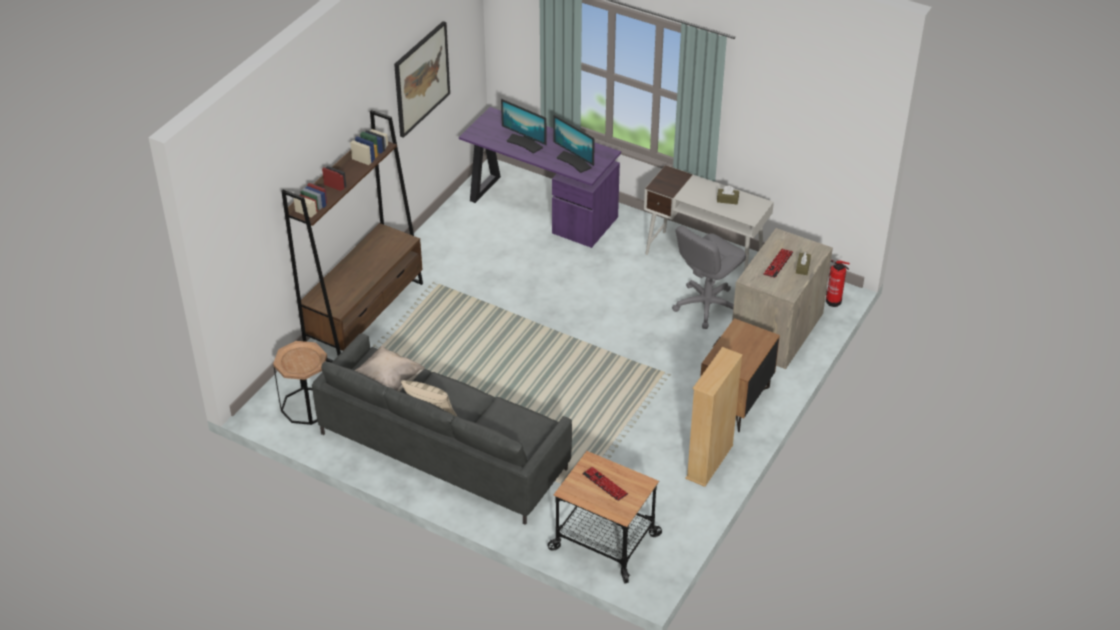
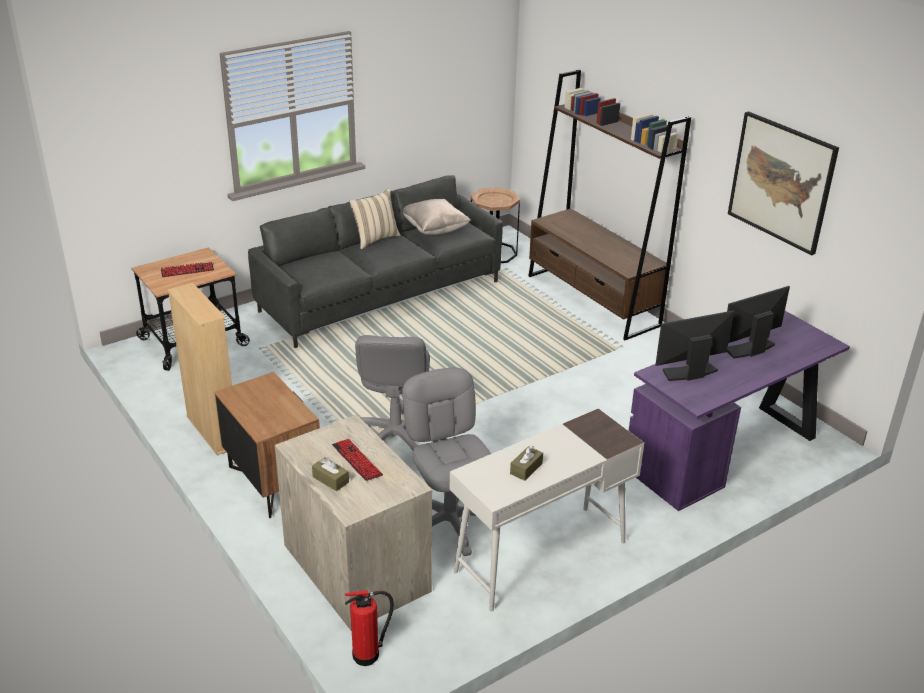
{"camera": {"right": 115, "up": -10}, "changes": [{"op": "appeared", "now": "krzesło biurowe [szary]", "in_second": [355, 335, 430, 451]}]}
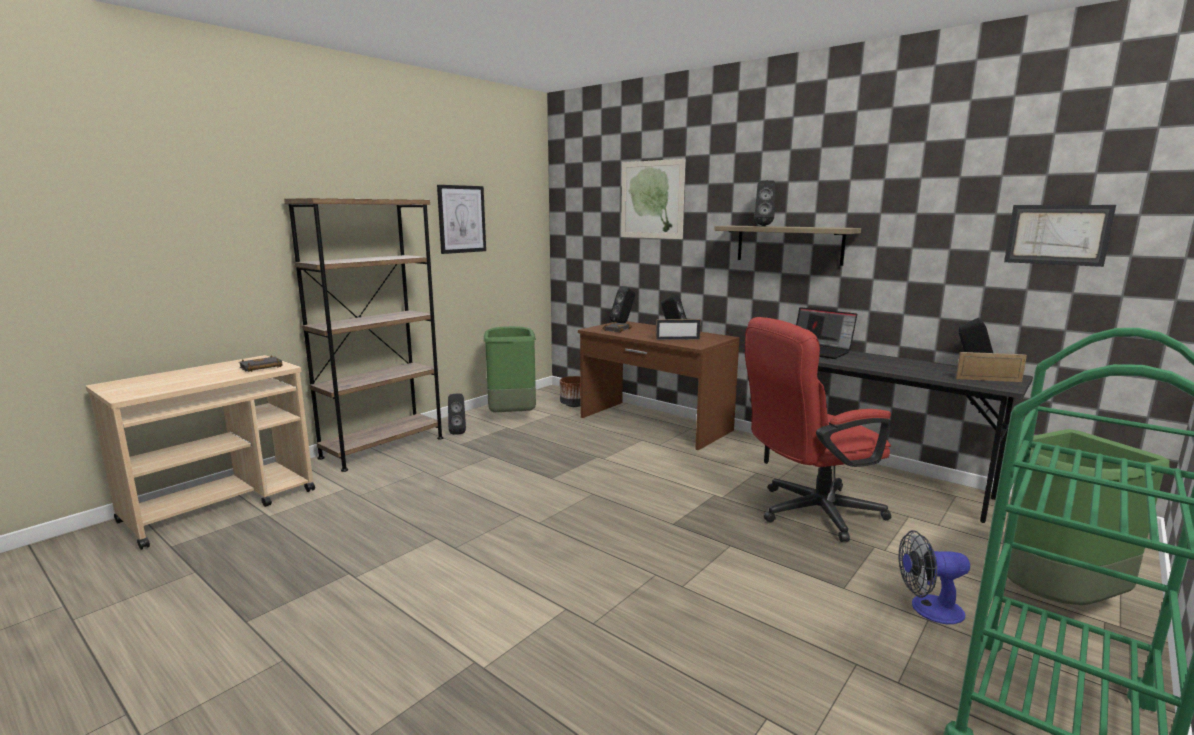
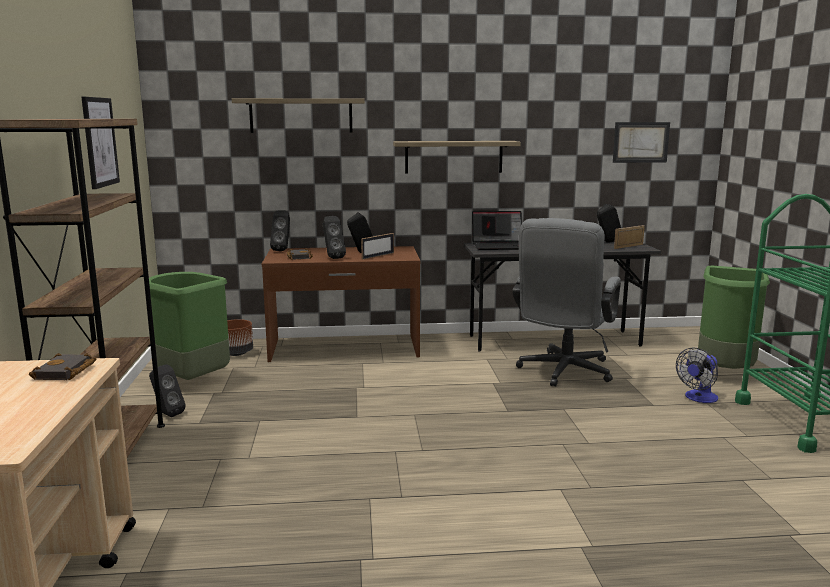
{"camera": {"right": -45, "up": 0}, "changes": [{"op": "exchanged", "was": "obraz", "now": "półka", "in_first": [621, 159, 685, 239], "in_second": [232, 98, 365, 133]}, {"op": "relocated", "was": "głośnik [czarny]", "in_first": [755, 180, 776, 226], "in_second": [323, 216, 346, 259]}, {"op": "colour", "was": "krzesło biurowe [czerwony]", "now": "krzesło biurowe [szary]", "in_first": [745, 317, 891, 542], "in_second": [512, 218, 621, 387]}]}
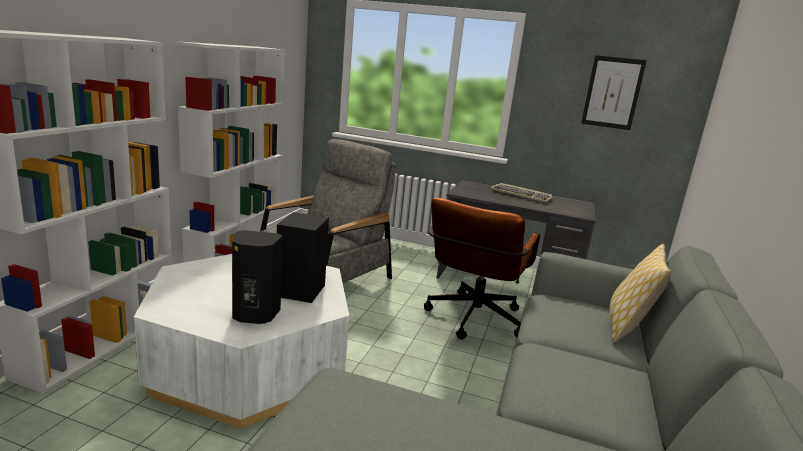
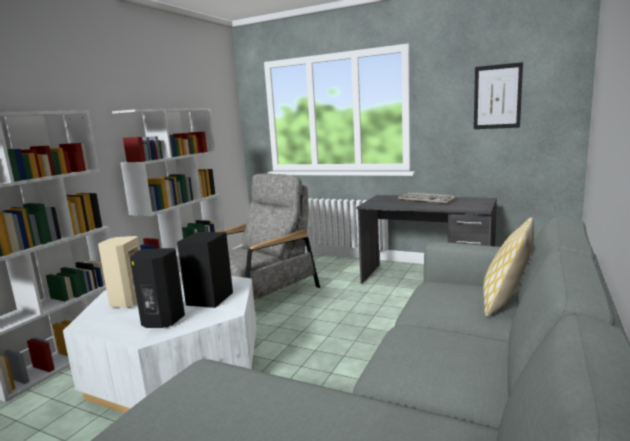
{"camera": {"right": 10, "up": -5}, "changes": [{"op": "missing", "was": "krzesło biurowe [brązowy]", "in_first": [424, 198, 540, 340]}, {"op": "appeared", "now": "głośnik [beżowy]", "in_second": [98, 236, 140, 308]}]}
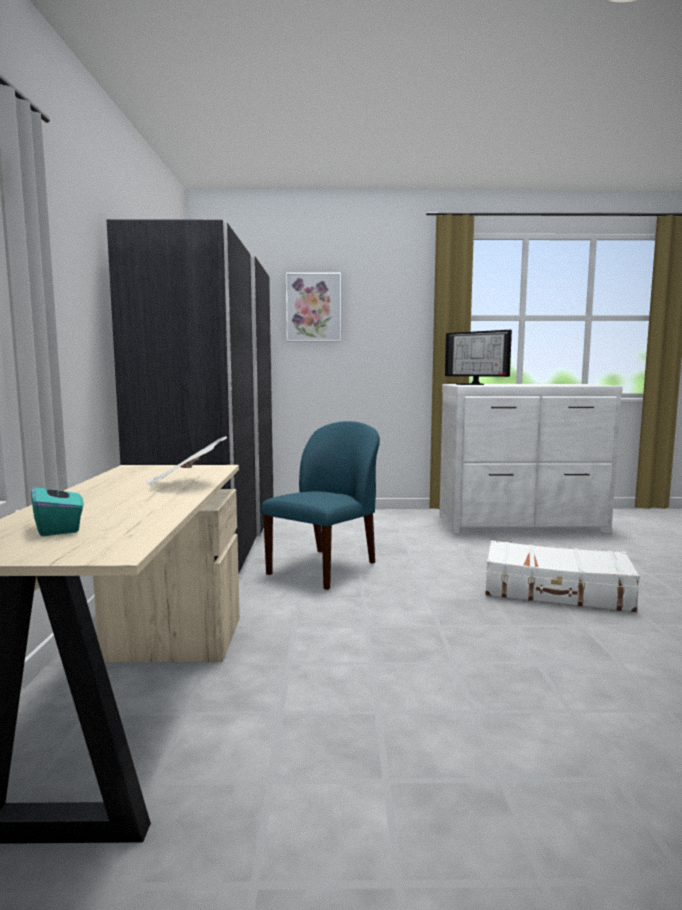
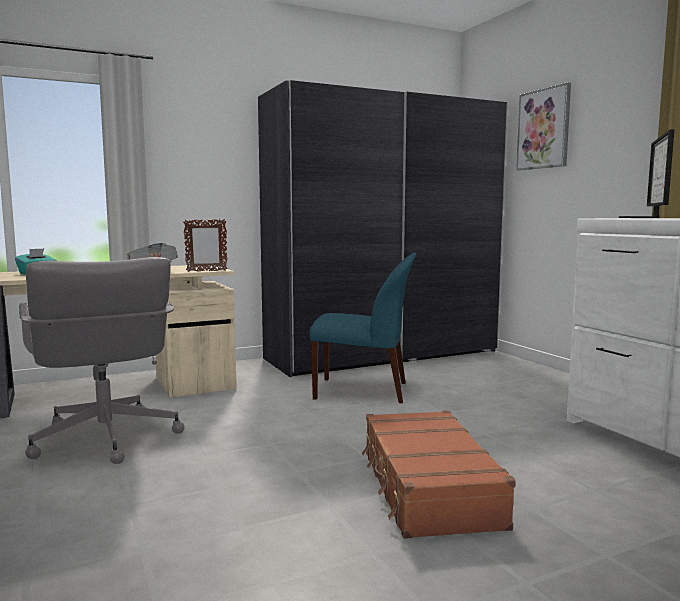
{"camera": {"right": 65, "up": 0}, "changes": [{"op": "colour", "was": "walizka [biały]", "now": "walizka [brązowy]", "in_first": [486, 540, 640, 612], "in_second": [362, 410, 516, 539]}, {"op": "appeared", "now": "ramka na zdjęcie", "in_second": [183, 219, 228, 272]}, {"op": "appeared", "now": "krzesło biurowe [szary]", "in_second": [19, 257, 184, 464]}]}
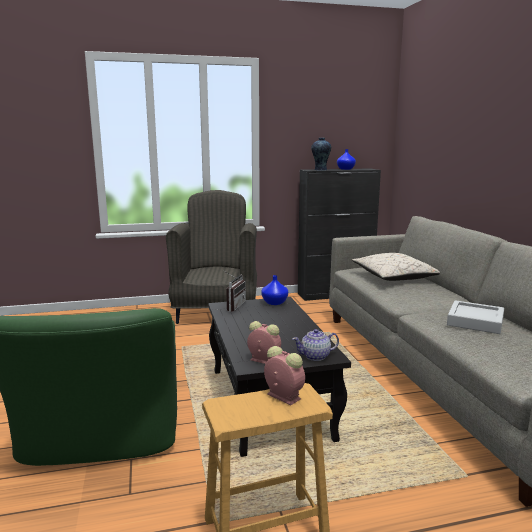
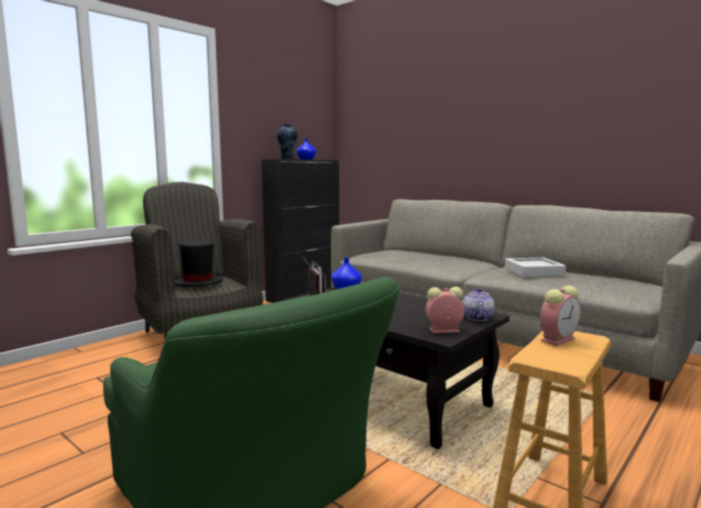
{"camera": {"right": -35, "up": -5}, "changes": [{"op": "missing", "was": "poduszka [beżowy]", "in_first": [352, 253, 440, 281]}, {"op": "spun", "was": "imbryk", "in_first": [292, 329, 339, 361], "in_second": [462, 288, 495, 321], "clockwise": 150}, {"op": "spun", "was": "budzik", "in_first": [264, 346, 305, 406], "in_second": [540, 285, 580, 346], "clockwise": 135}, {"op": "appeared", "now": "kapelusz [czarny]", "in_second": [174, 240, 223, 287]}]}
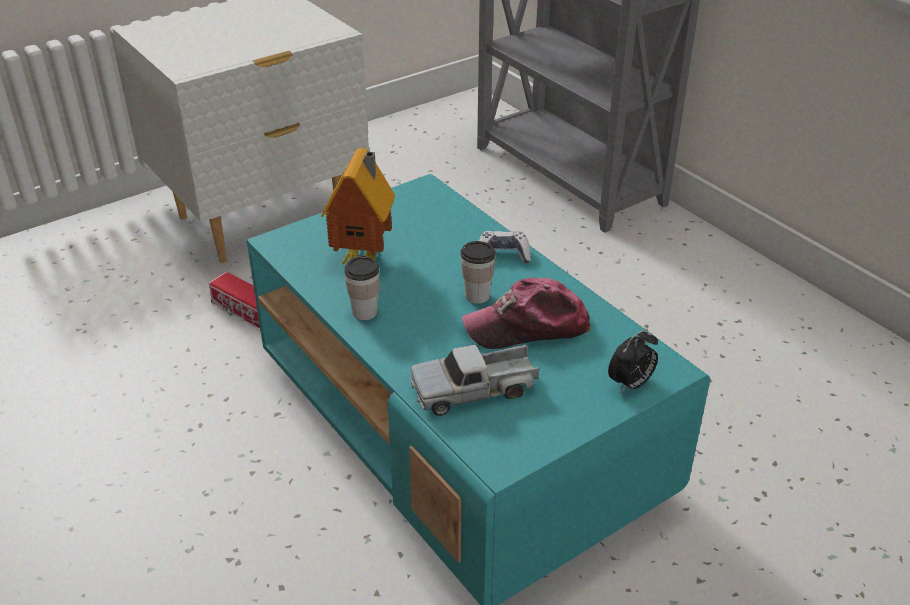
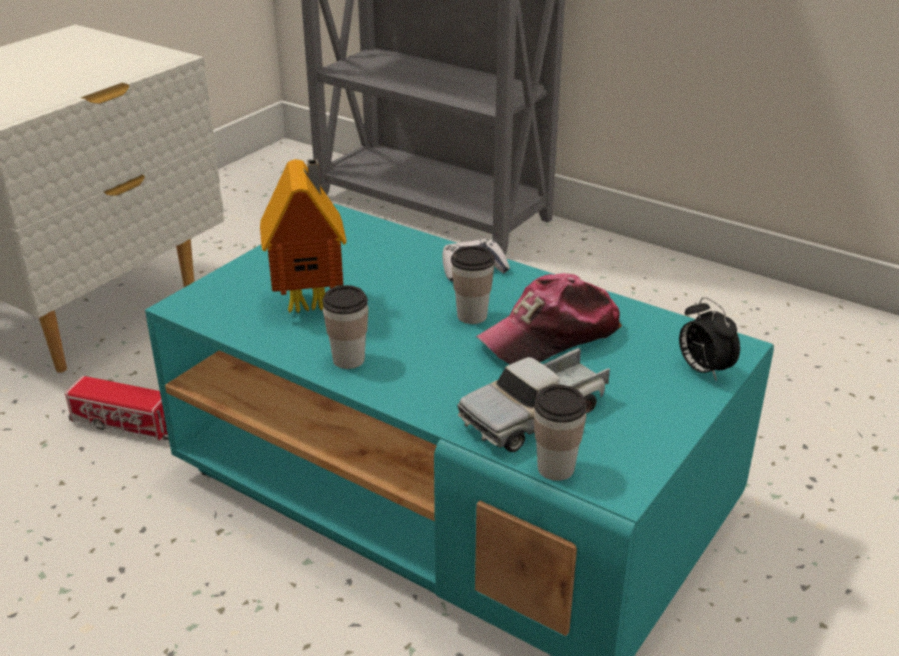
{"camera": {"right": -20, "up": -5}, "changes": [{"op": "spun", "was": "budzik", "in_first": [608, 329, 658, 393], "in_second": [679, 297, 740, 382], "clockwise": 120}, {"op": "appeared", "now": "filiżanka", "in_second": [534, 385, 587, 481]}]}
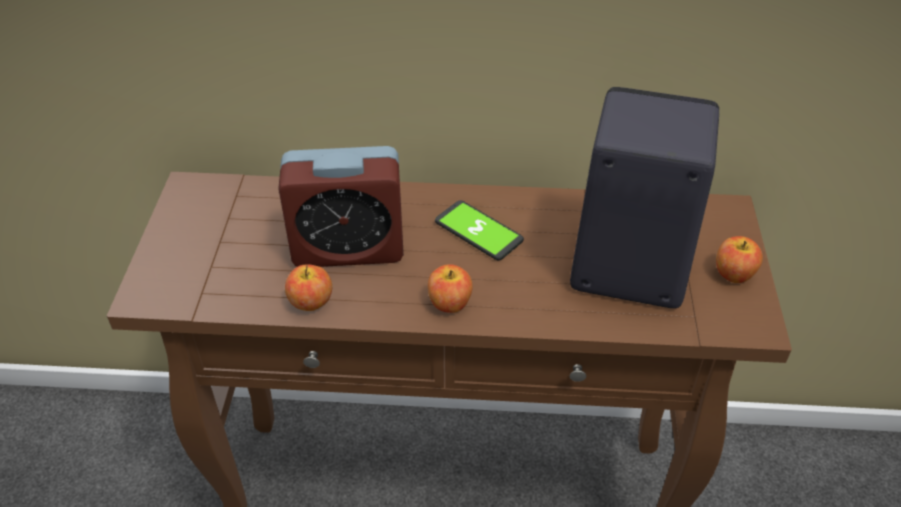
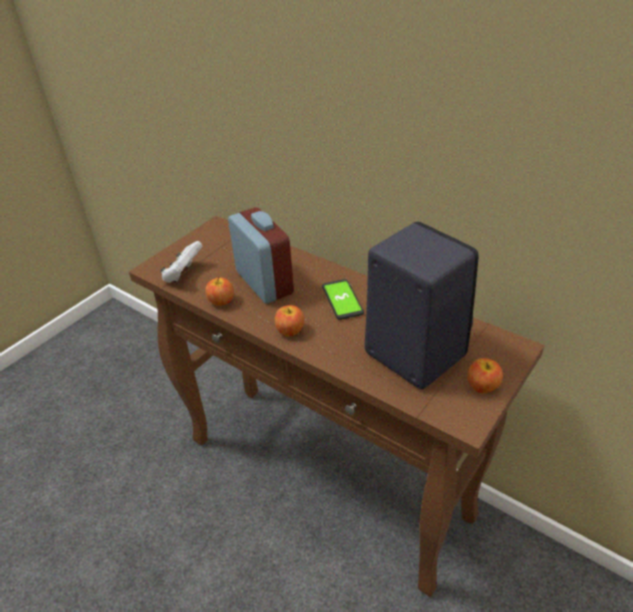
{"camera": {"right": 35, "up": -5}, "changes": [{"op": "spun", "was": "budzik", "in_first": [278, 146, 404, 267], "in_second": [228, 207, 294, 303], "clockwise": -150}, {"op": "appeared", "now": "pad do gier [biały]", "in_second": [160, 241, 202, 283]}]}
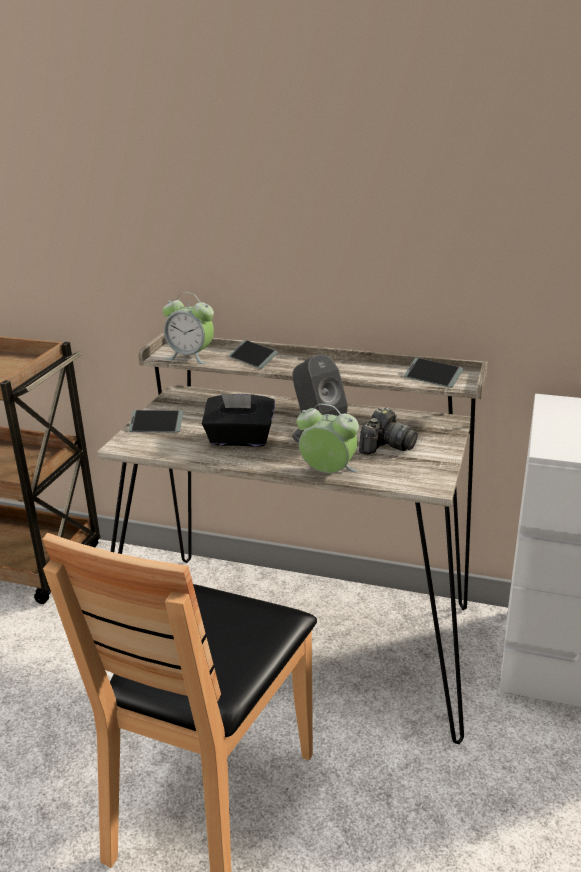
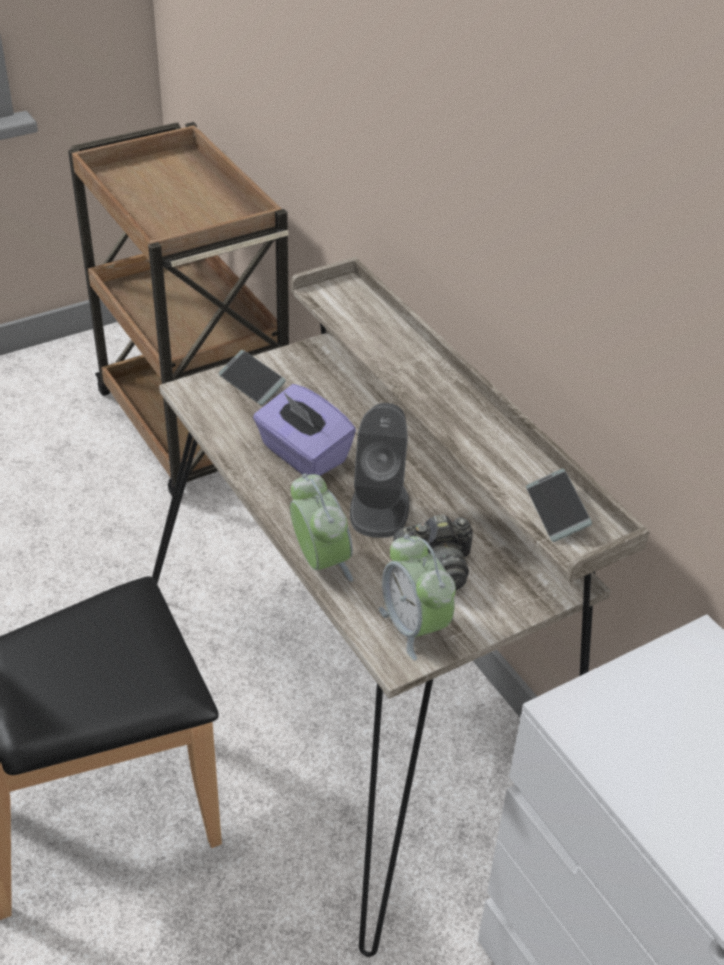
{"camera": {"right": 40, "up": 15}, "changes": [{"op": "relocated", "was": "budzik", "in_first": [163, 292, 214, 364], "in_second": [379, 534, 456, 661]}, {"op": "missing", "was": "telefon", "in_first": [229, 340, 278, 369]}, {"op": "colour", "was": "pudełko chusteczek [czarny]", "now": "pudełko chusteczek [fioletowy]", "in_first": [202, 393, 275, 446], "in_second": [253, 384, 356, 476]}]}
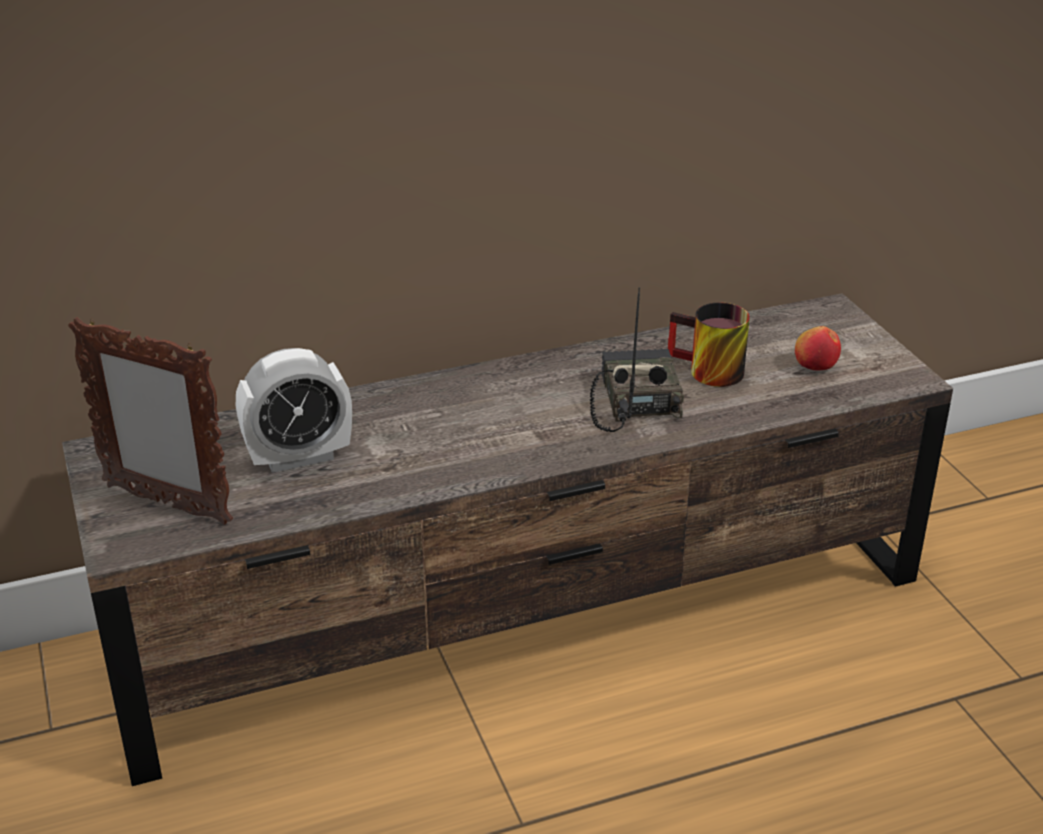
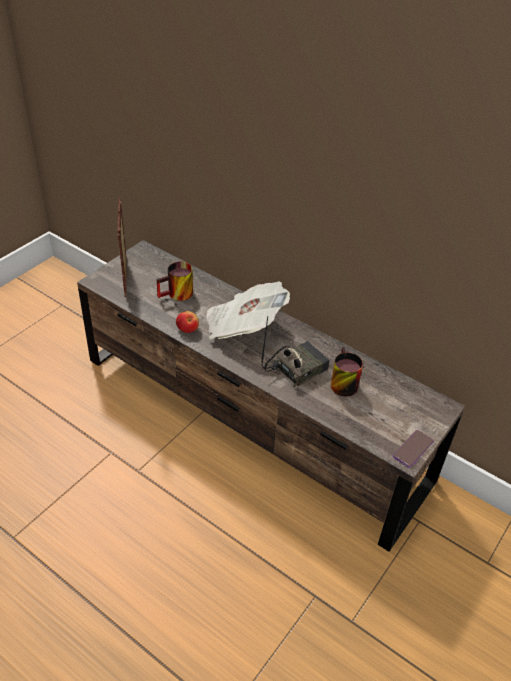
{"camera": {"right": 55, "up": 10}, "changes": [{"op": "relocated", "was": "jabłko", "in_first": [795, 326, 841, 370], "in_second": [176, 311, 199, 333]}, {"op": "exchanged", "was": "budzik", "now": "kubek", "in_first": [236, 348, 352, 473], "in_second": [156, 262, 193, 301]}, {"op": "appeared", "now": "gazeta", "in_second": [206, 282, 290, 339]}, {"op": "appeared", "now": "telefon", "in_second": [393, 430, 434, 468]}]}
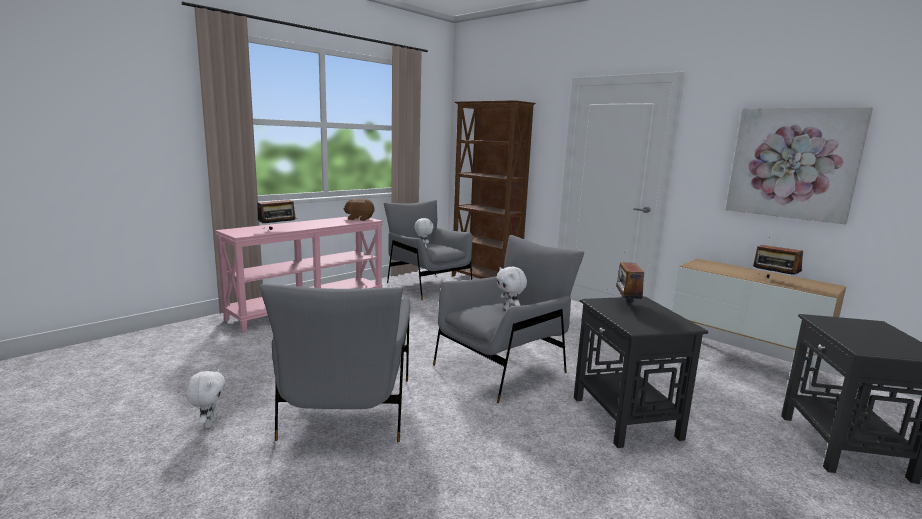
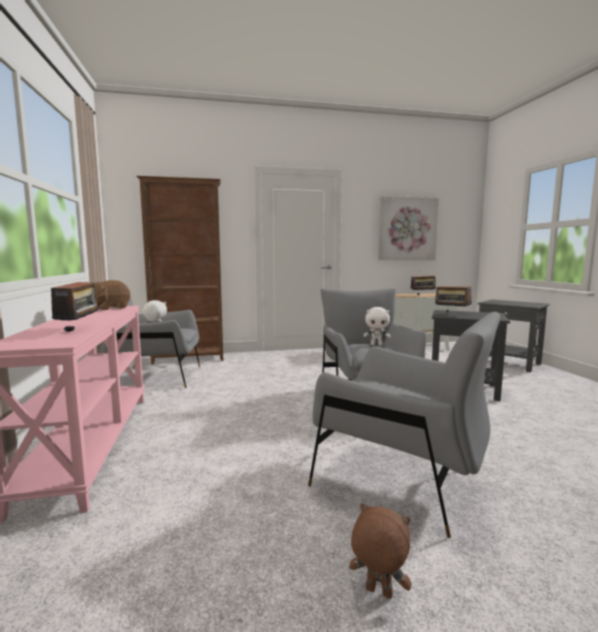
{"camera": {"right": -55, "up": -5}, "changes": [{"op": "colour", "was": "pluszak [biały]", "now": "pluszak [brązowy]", "in_first": [186, 369, 225, 428], "in_second": [349, 503, 412, 599]}]}
